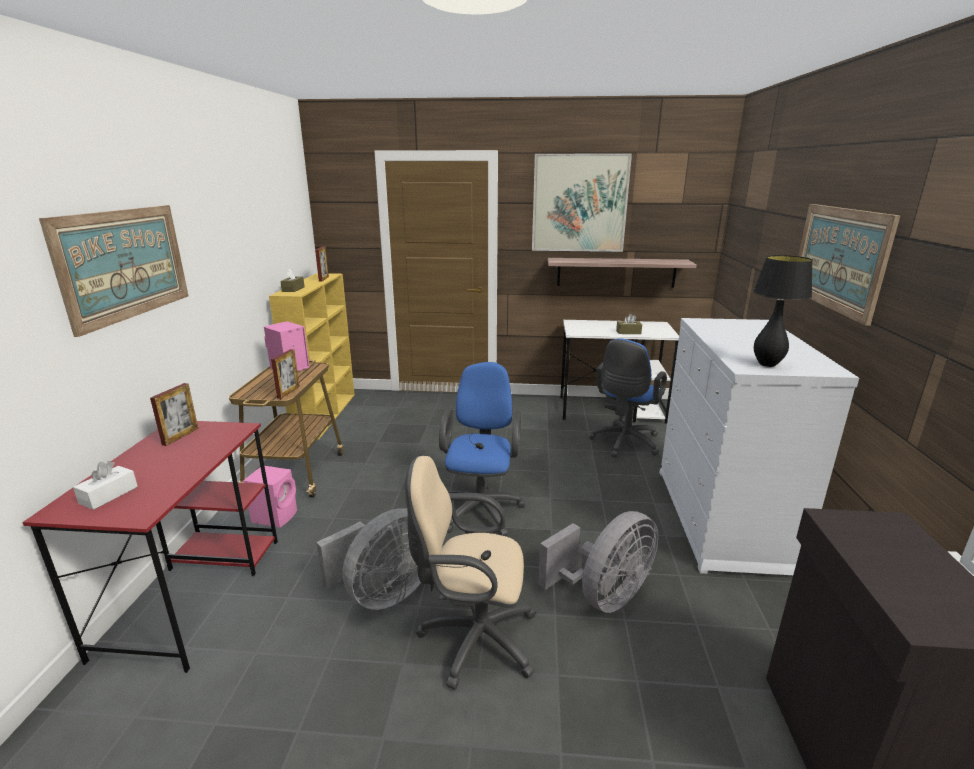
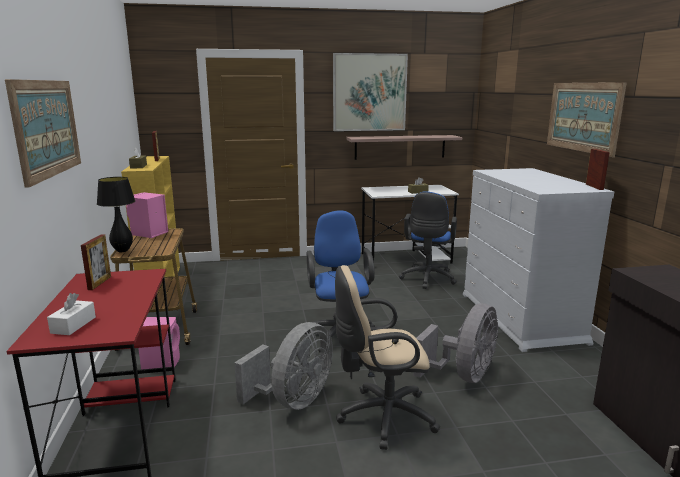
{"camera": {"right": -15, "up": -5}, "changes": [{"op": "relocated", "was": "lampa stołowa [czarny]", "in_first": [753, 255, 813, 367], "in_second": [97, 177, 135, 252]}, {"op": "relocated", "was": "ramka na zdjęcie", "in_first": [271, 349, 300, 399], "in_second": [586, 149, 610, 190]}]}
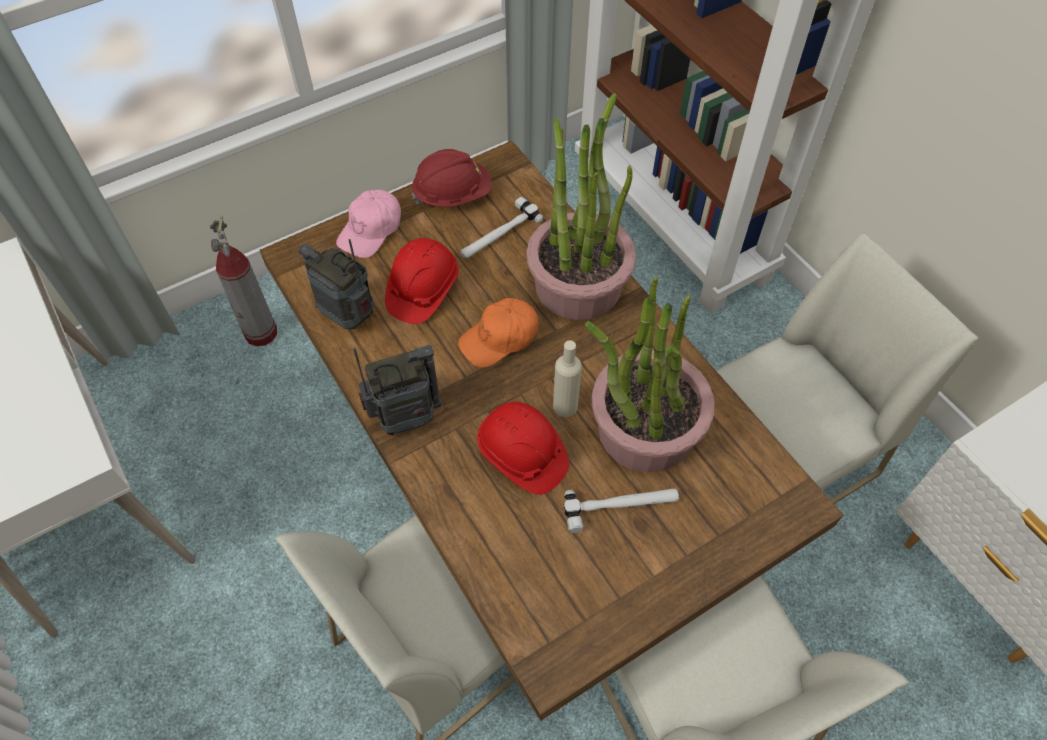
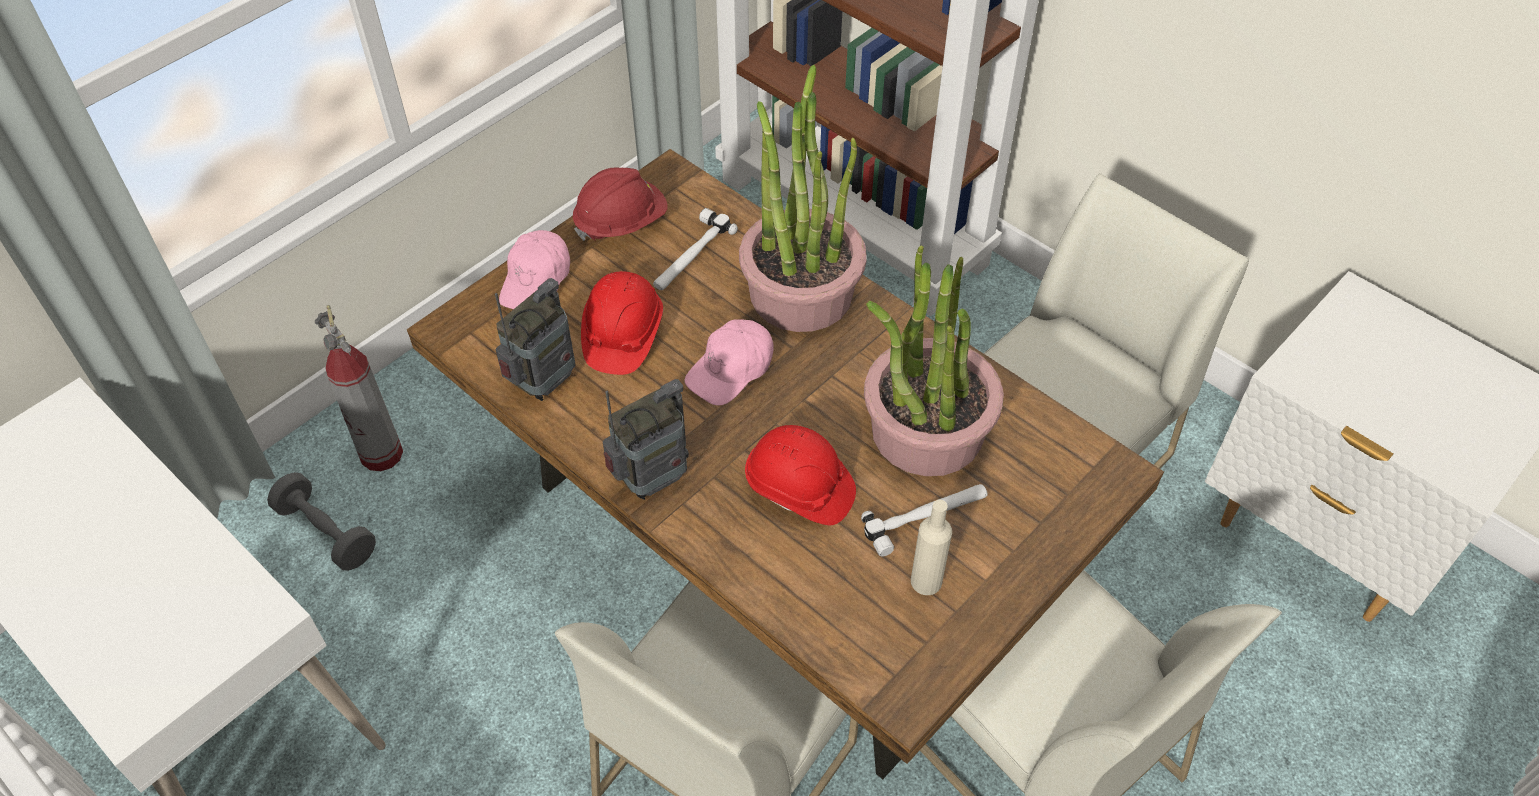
{"camera": {"right": -15, "up": -5}, "changes": [{"op": "spun", "was": "radio", "in_first": [298, 239, 375, 330], "in_second": [495, 278, 576, 401], "clockwise": 105}, {"op": "colour", "was": "czapka z daszkiem [pomarańczowy]", "now": "czapka z daszkiem [różowy]", "in_first": [458, 298, 539, 368], "in_second": [684, 319, 774, 406]}, {"op": "relocated", "was": "butelka [beżowy]", "in_first": [553, 340, 582, 417], "in_second": [911, 500, 952, 595]}, {"op": "appeared", "now": "hantel [szary]", "in_second": [267, 472, 376, 571]}]}
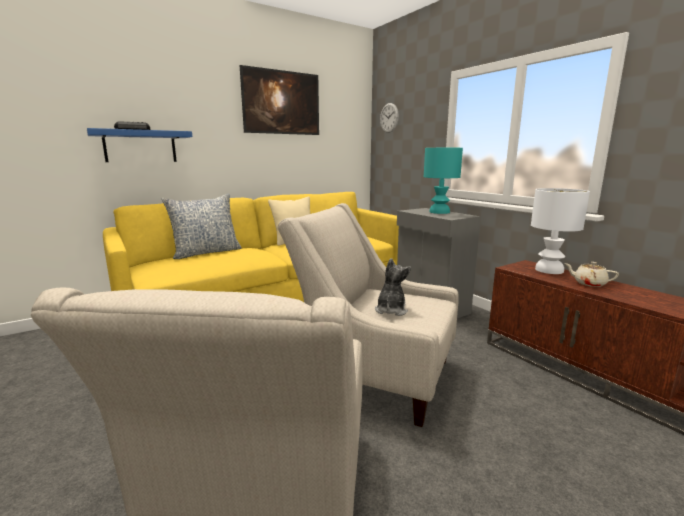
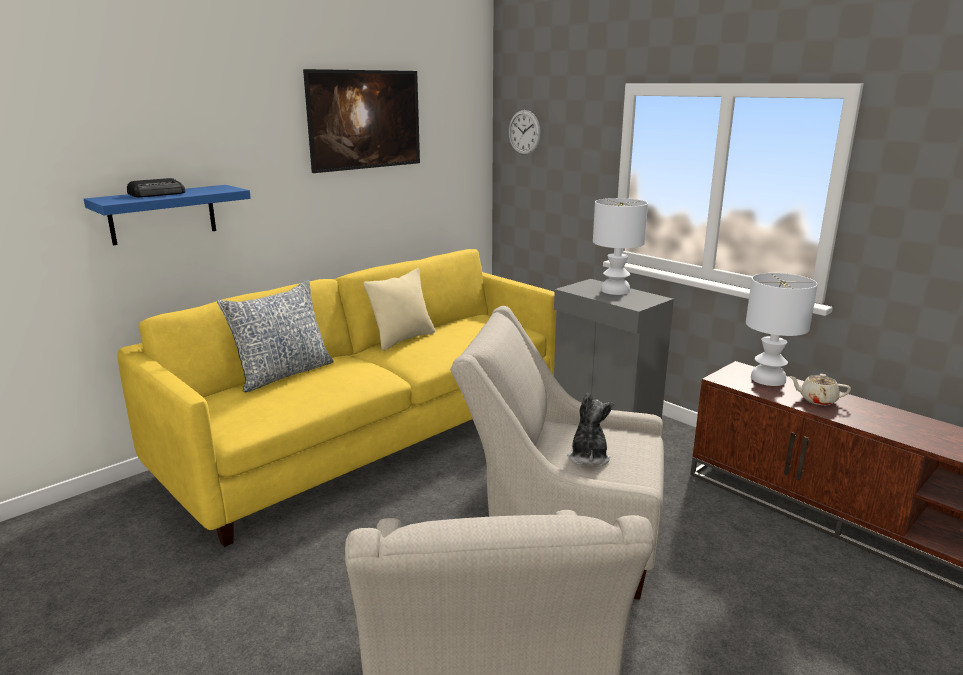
{"camera": {"right": -10, "up": 5}, "changes": [{"op": "colour", "was": "lampa stołowa [turkusowy]", "now": "lampa stołowa [biały]", "in_first": [424, 148, 463, 214], "in_second": [593, 198, 648, 295]}]}
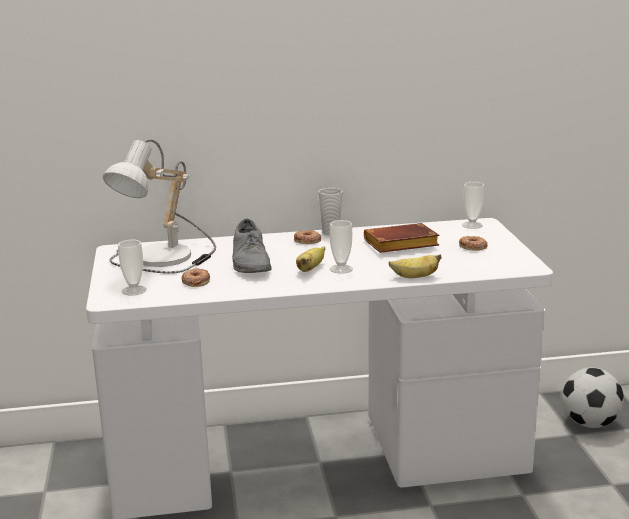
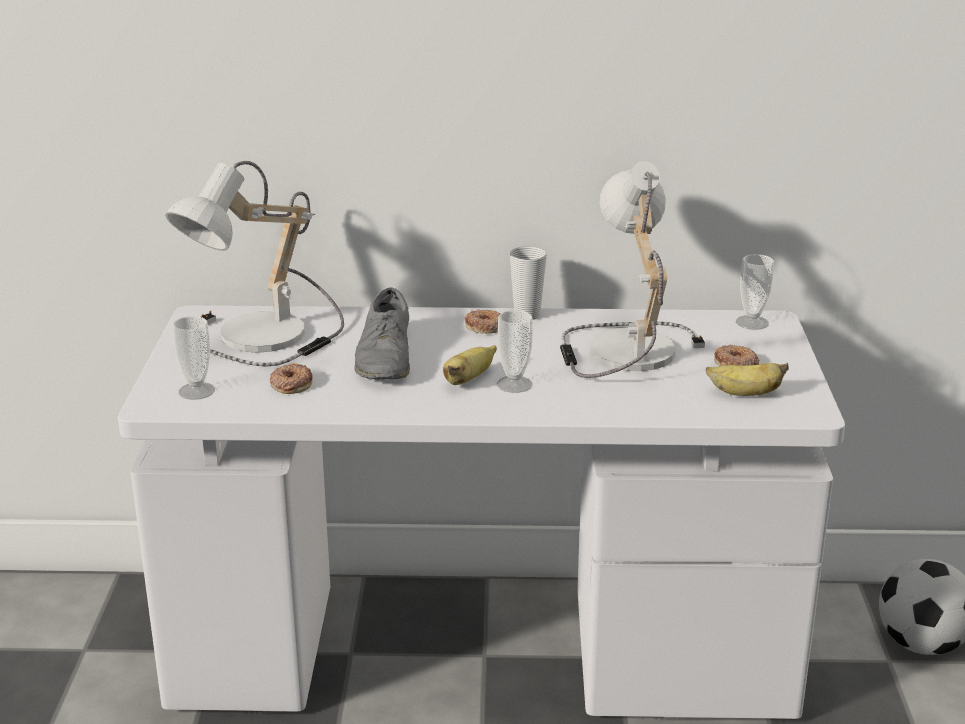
{"camera": {"right": 10, "up": 5}, "changes": [{"op": "exchanged", "was": "książka [brązowy]", "now": "lampa stołowa", "in_first": [364, 223, 439, 253], "in_second": [560, 161, 705, 378]}, {"op": "relocated", "was": "banan", "in_first": [389, 254, 441, 278], "in_second": [706, 363, 789, 396]}]}
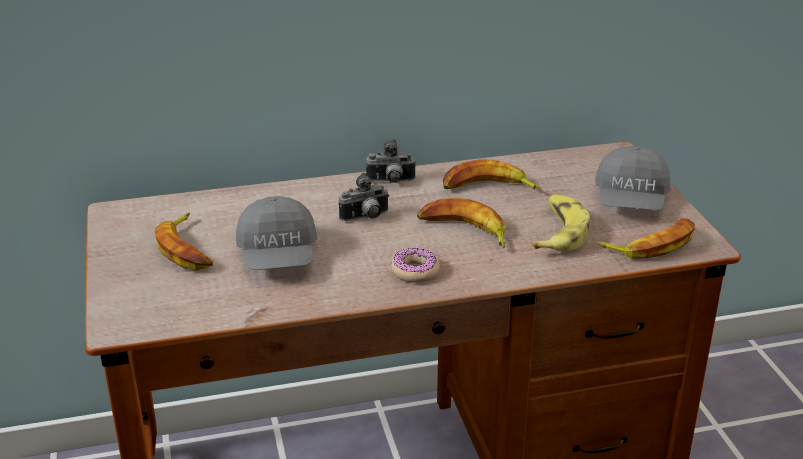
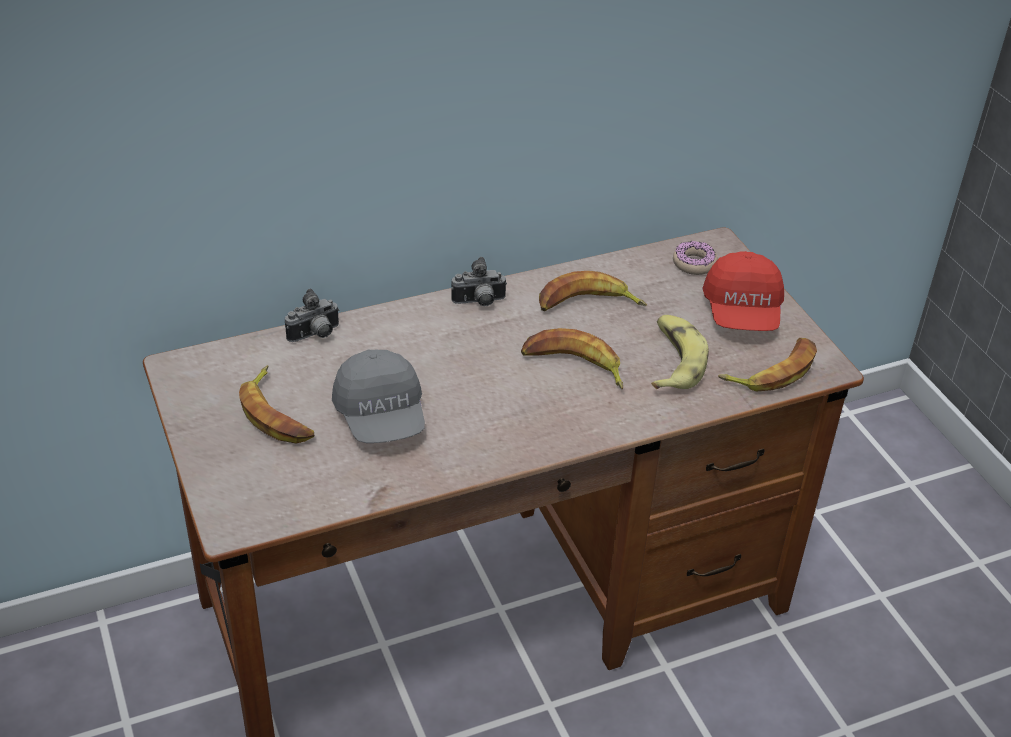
{"camera": {"right": -10, "up": 10}, "changes": [{"op": "colour", "was": "czapka z daszkiem [szary]", "now": "czapka z daszkiem [czerwony]", "in_first": [595, 146, 670, 211], "in_second": [702, 251, 784, 331]}, {"op": "relocated", "was": "aparat fotograficzny", "in_first": [339, 173, 389, 221], "in_second": [285, 289, 339, 342]}, {"op": "relocated", "was": "donut", "in_first": [391, 248, 440, 283], "in_second": [673, 241, 718, 275]}]}
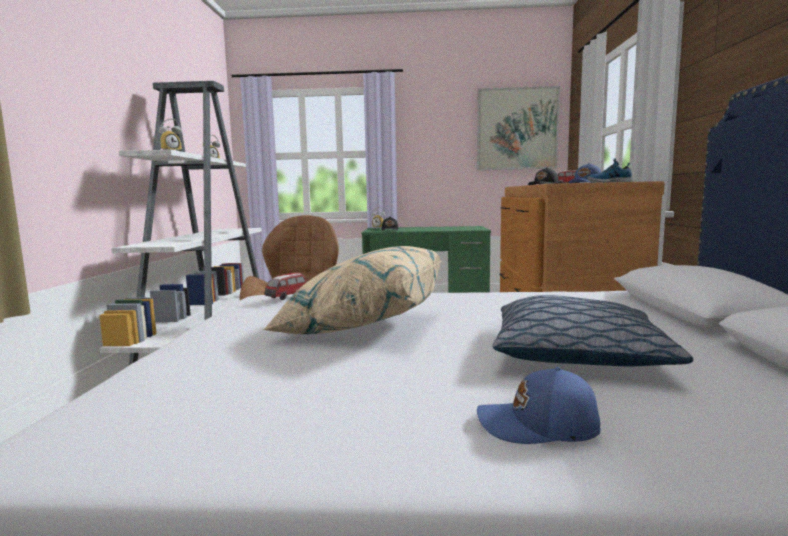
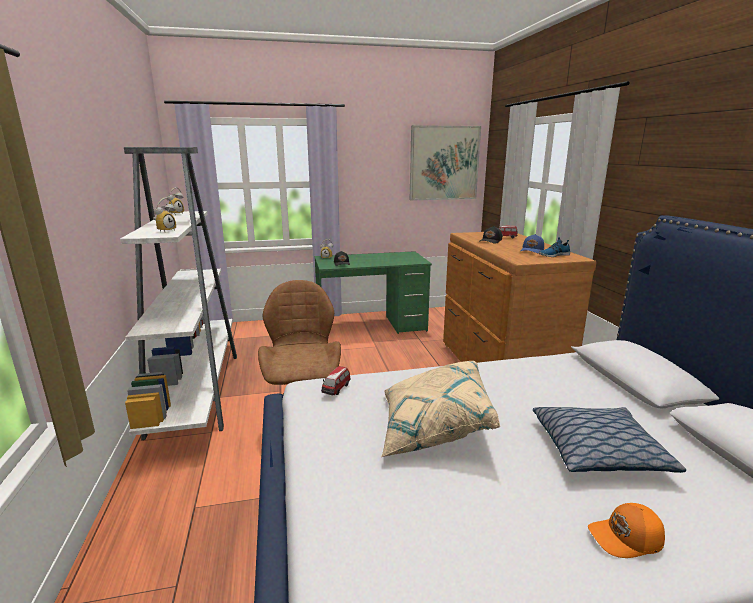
{"camera": {"right": -15, "up": 10}, "changes": [{"op": "colour", "was": "czapka z daszkiem [niebieski]", "now": "czapka z daszkiem [pomarańczowy]", "in_first": [477, 367, 600, 444], "in_second": [588, 503, 665, 558]}]}
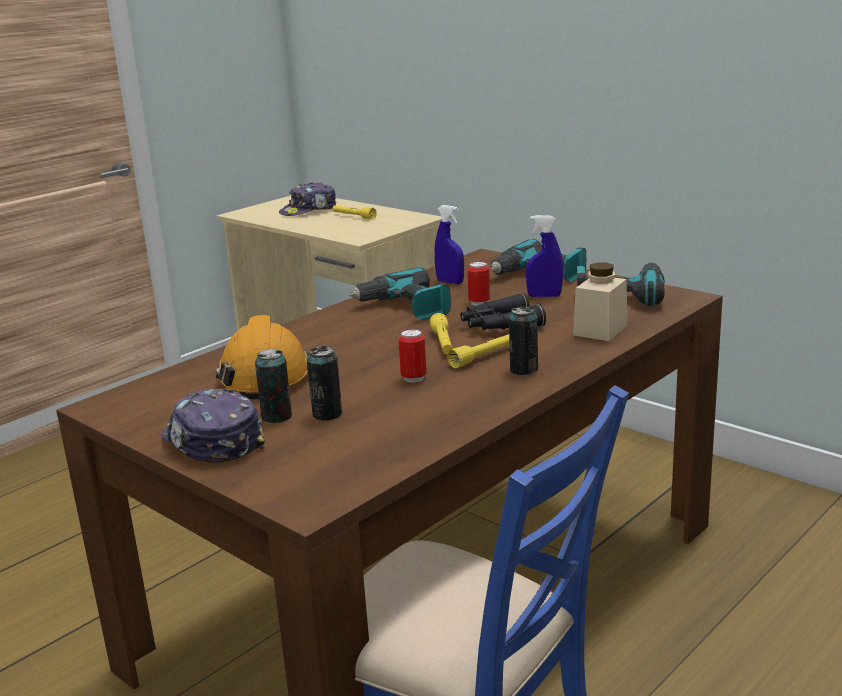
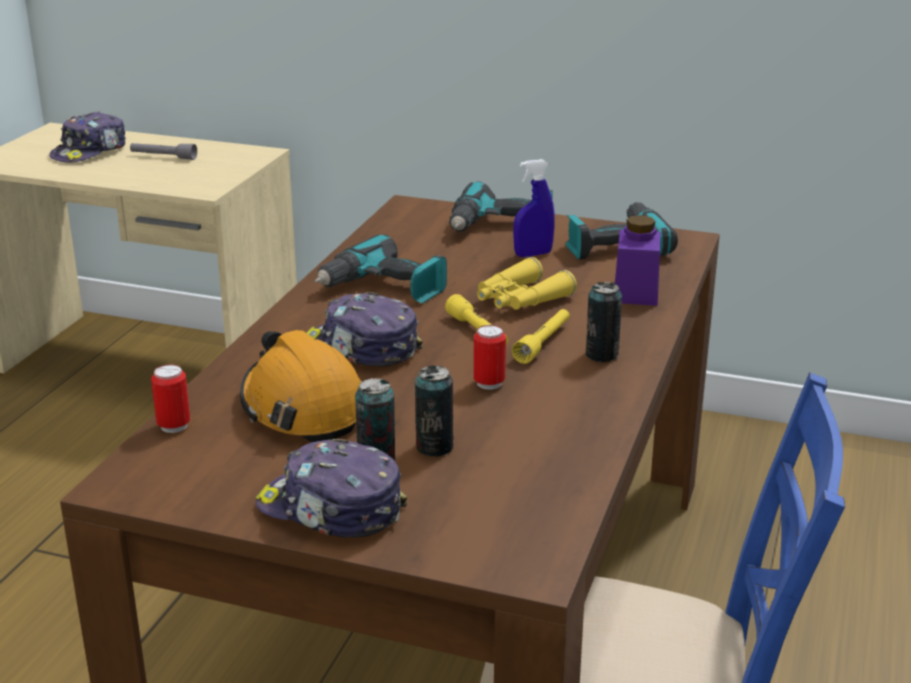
{"camera": {"right": -25, "up": 5}, "changes": [{"op": "colour", "was": "latarka [żółty]", "now": "latarka [szary]", "in_first": [332, 205, 376, 220], "in_second": [130, 143, 197, 160]}, {"op": "missing", "was": "spryskiwacz [niebieski]", "in_first": [434, 205, 464, 284]}, {"op": "relocated", "was": "puszka", "in_first": [467, 261, 490, 306], "in_second": [151, 364, 190, 433]}, {"op": "colour", "was": "słoik [beżowy]", "now": "słoik [fioletowy]", "in_first": [573, 263, 628, 341], "in_second": [615, 215, 660, 306]}, {"op": "colour", "was": "lornetka [czarny]", "now": "lornetka [żółty]", "in_first": [460, 293, 546, 330], "in_second": [477, 257, 577, 310]}, {"op": "appeared", "now": "czapka z daszkiem", "in_second": [306, 292, 423, 366]}]}
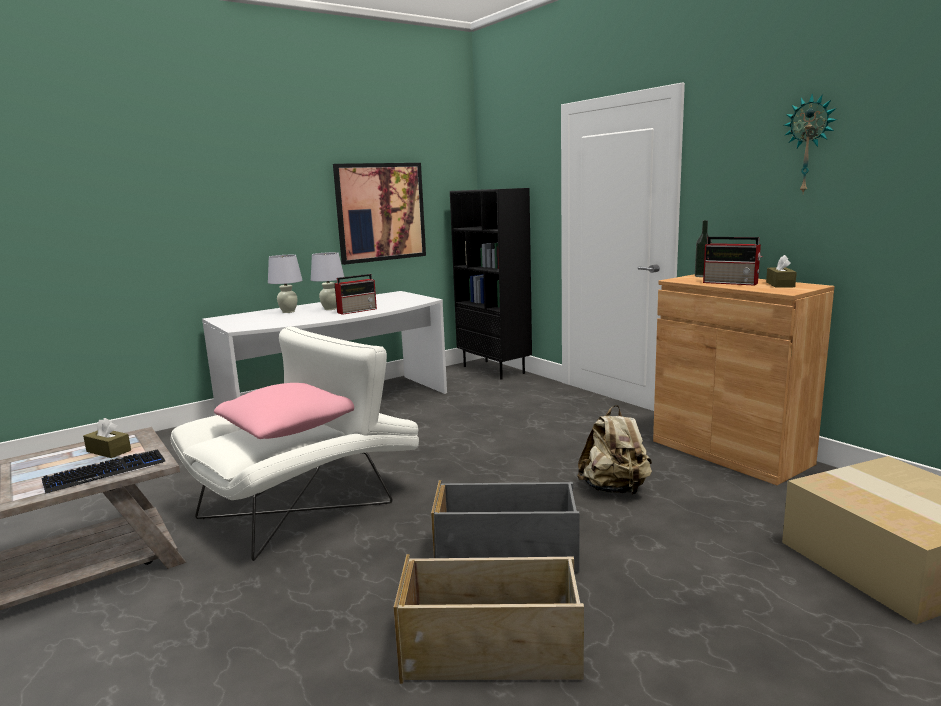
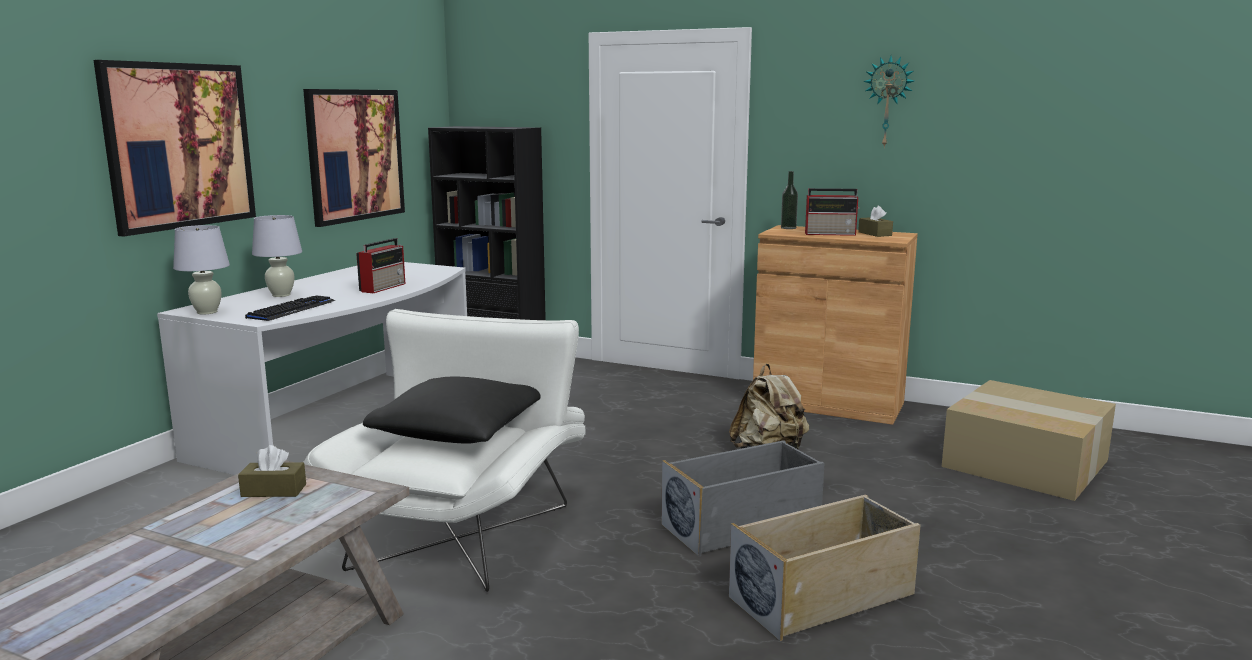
{"camera": {"right": -30, "up": 0}, "changes": [{"op": "relocated", "was": "lampa stołowa [biały]", "in_first": [311, 252, 344, 310], "in_second": [173, 225, 230, 314]}, {"op": "colour", "was": "poduszka [różowy]", "now": "poduszka [czarny]", "in_first": [214, 383, 354, 439], "in_second": [363, 377, 541, 444]}, {"op": "relocated", "was": "klawiatura", "in_first": [41, 449, 165, 494], "in_second": [245, 295, 335, 321]}, {"op": "appeared", "now": "obraz", "in_second": [93, 60, 256, 237]}]}
